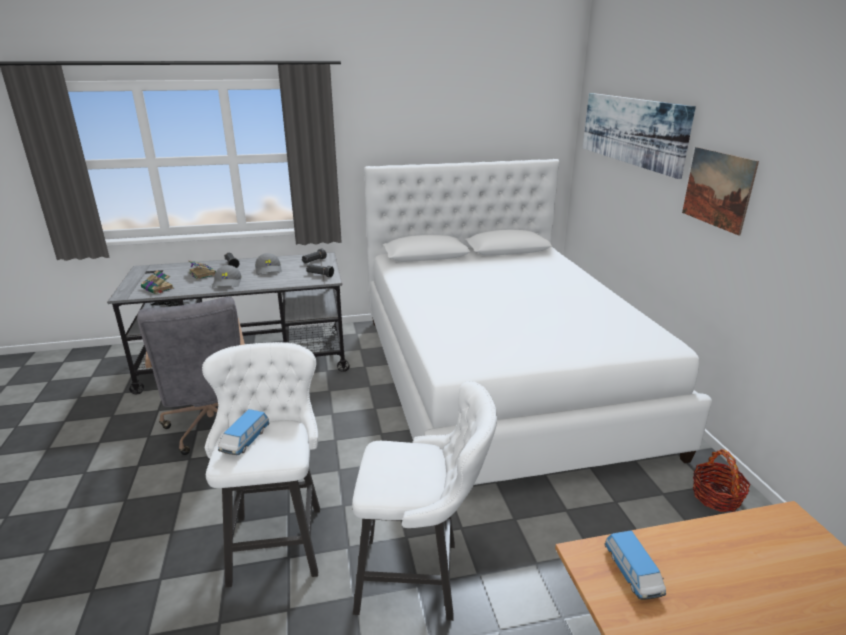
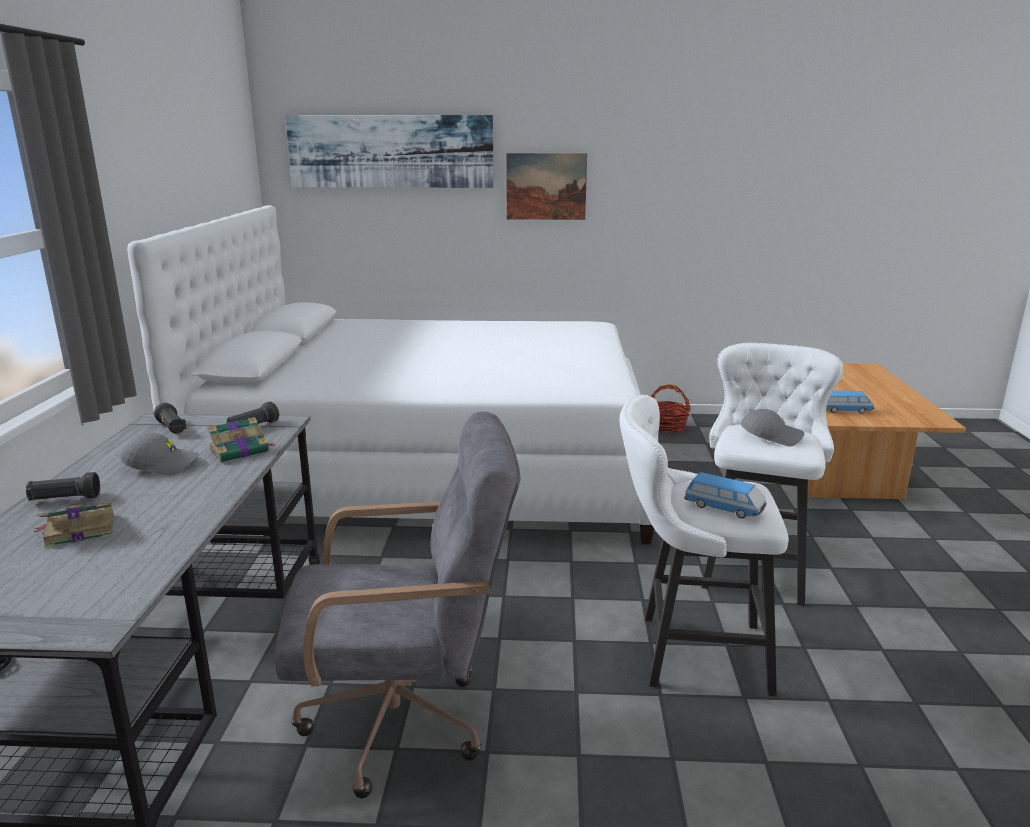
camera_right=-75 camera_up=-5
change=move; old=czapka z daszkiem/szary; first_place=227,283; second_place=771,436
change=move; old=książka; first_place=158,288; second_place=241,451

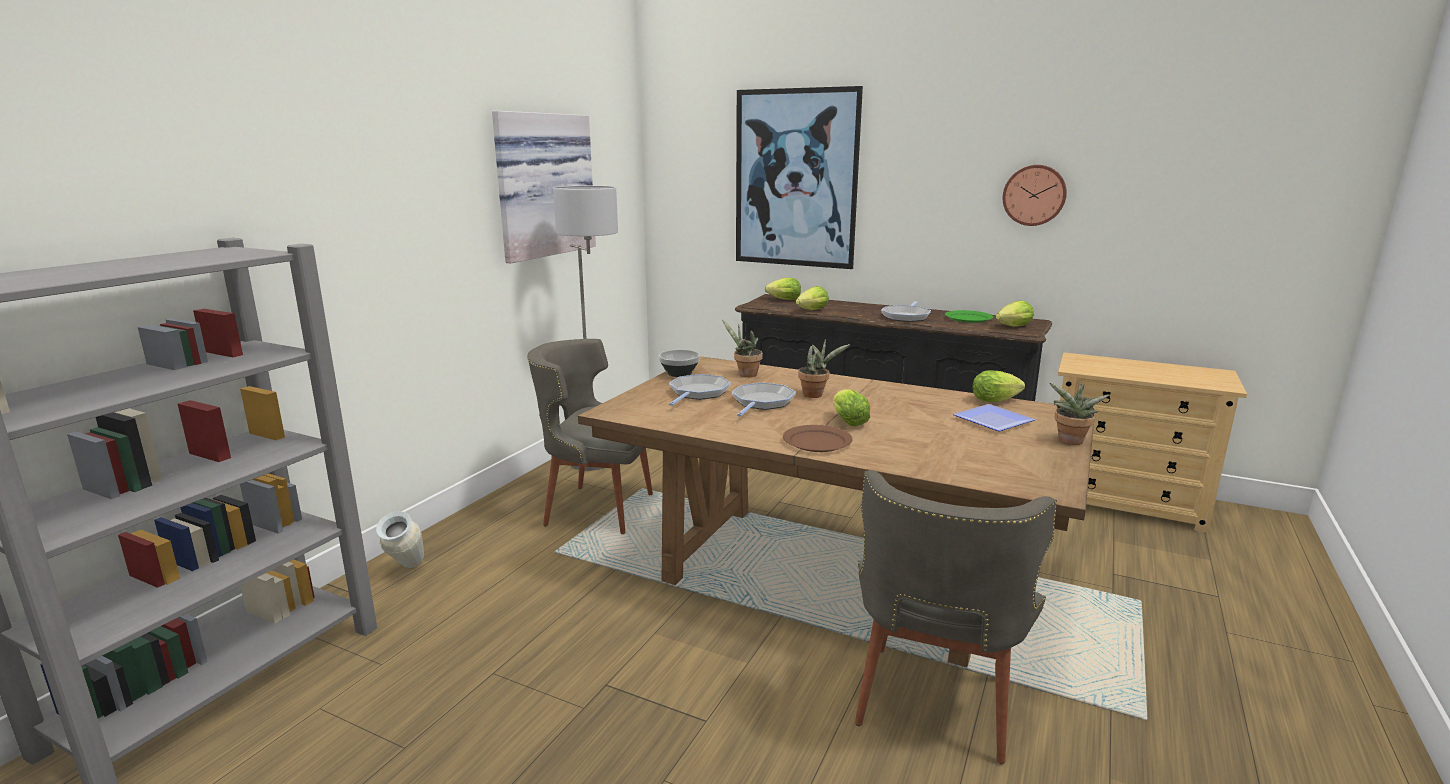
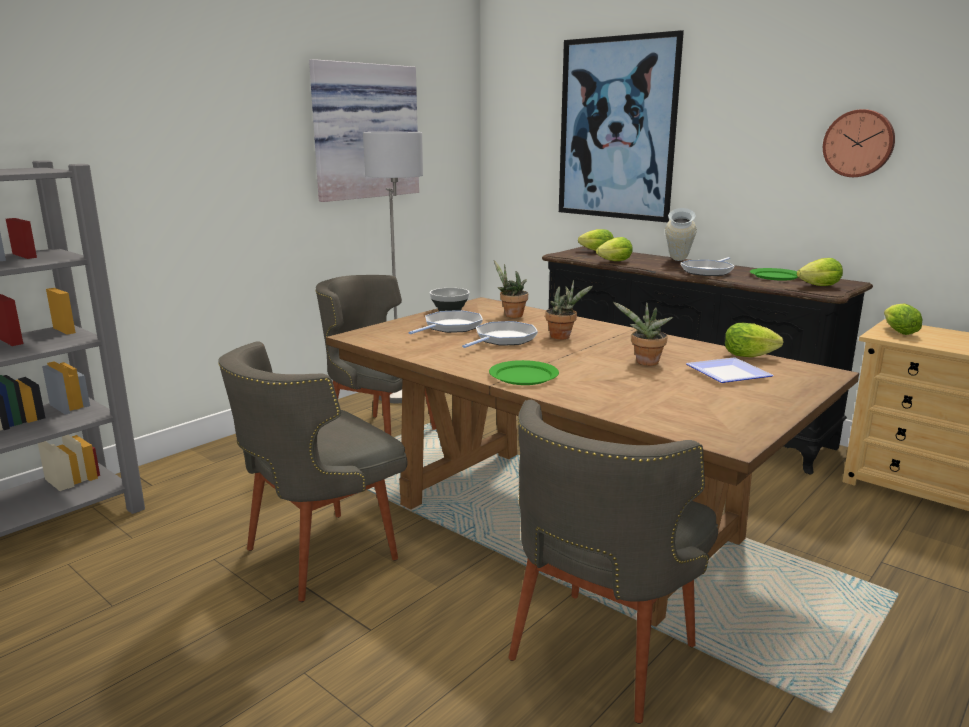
camera_right=15 camera_up=0
change=move; old=roślina doniczkowa; first_place=1069,442; second_place=645,363
change=move; old=sałata; first_place=847,421; second_place=897,331
change=recolor; old=talerz/brązowy; new=talerz/zielony; first_place=817,441; second_place=524,376
change=move; old=wazon; first_place=405,573; second_place=677,262
change=insert; new=krzesło/szary; second_place=323,554

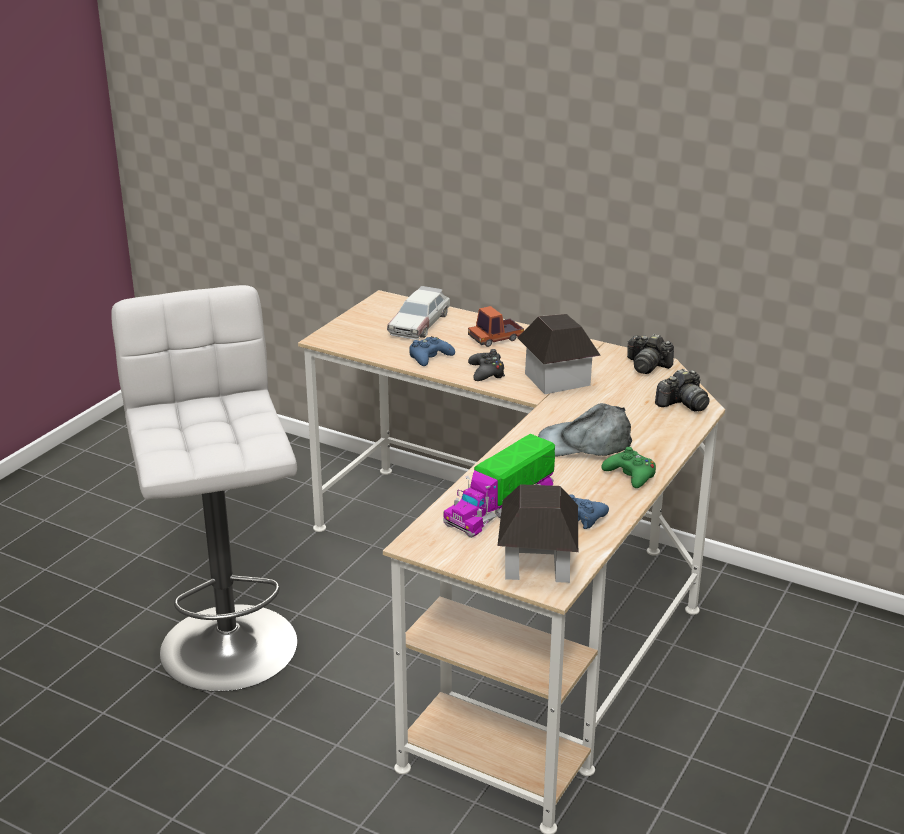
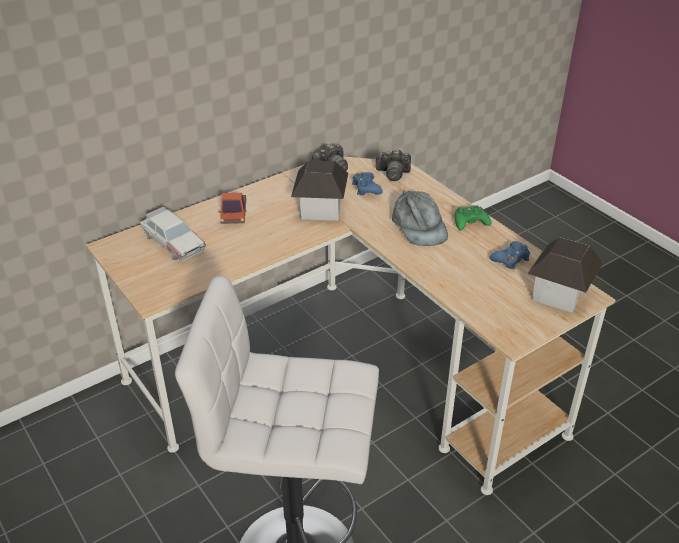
camera_right=-65 camera_up=10
change=move; old=pad do gier/niebieski; first_place=429,357; second_place=366,188
change=delete; old=pad do gier/czarny; first_place=486,372
change=rotate; old=aparat fotograficzny; first_place=683,404; second_place=393,173; degrees=105
change=rotate; old=czapka z daszkiem/szary; first_place=585,443; second_place=419,226; degrees=-45
change=delete; old=ciężarówka zabawkowa; first_place=500,505

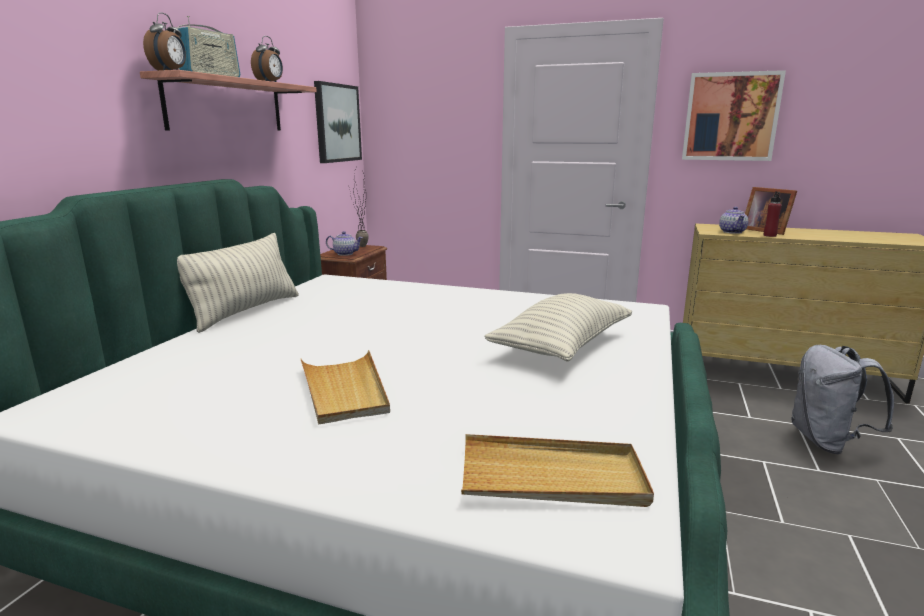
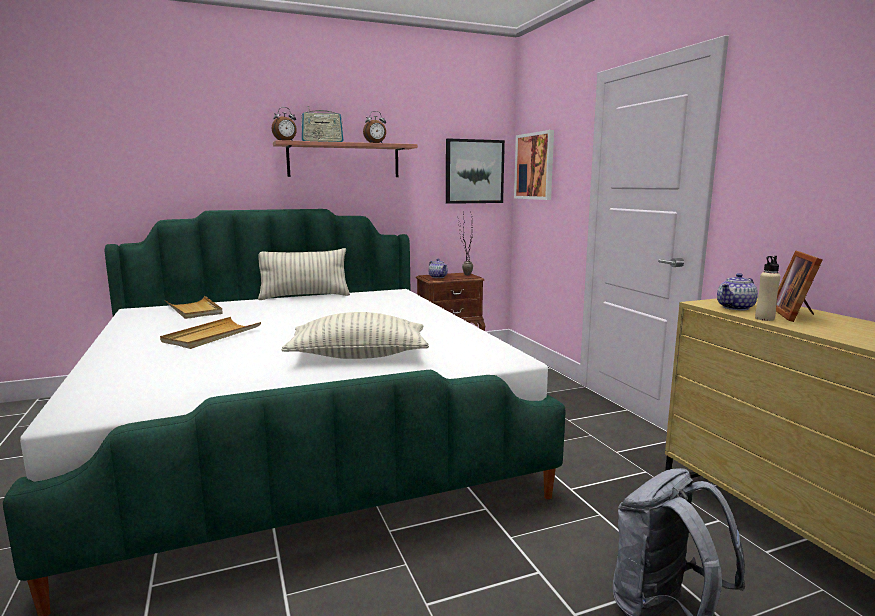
camera_right=50 camera_up=-5
change=move; old=obraz; first_place=730,117; second_place=534,166
change=recolor; old=butelka/czerwony; new=butelka/beżowy; first_place=769,235; second_place=764,318
change=move; old=taca/beżowy; first_place=552,477; second_place=194,310

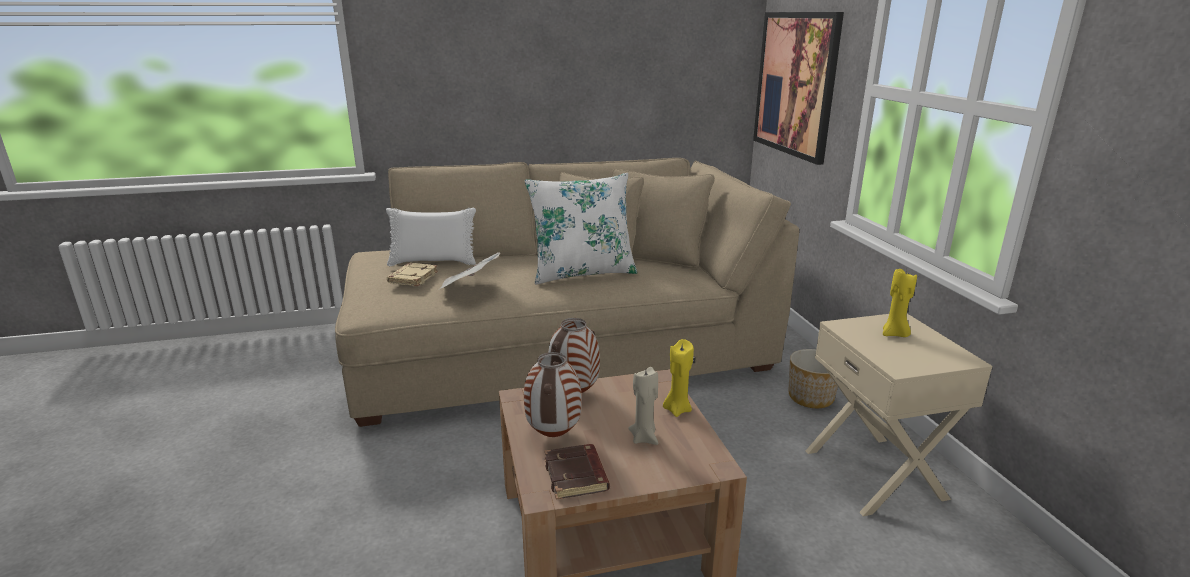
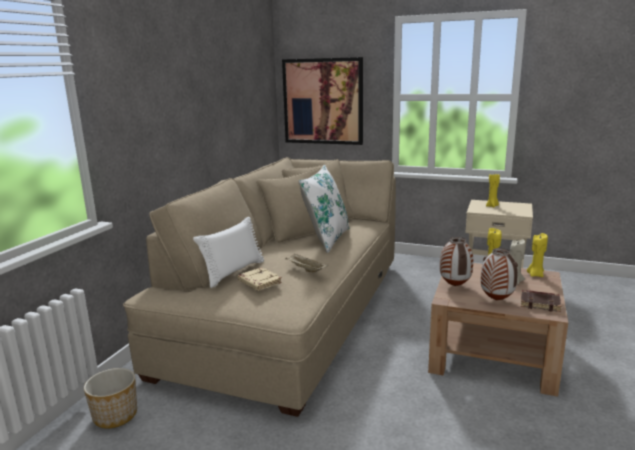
camera_right=-55 camera_up=-5
change=replace; old=gazeta; new=taca/beżowy; first_place=469,287; second_place=305,269
change=move; old=donica; first_place=810,397; second_place=115,415
change=insert; new=świeca/żółty; second_place=535,275

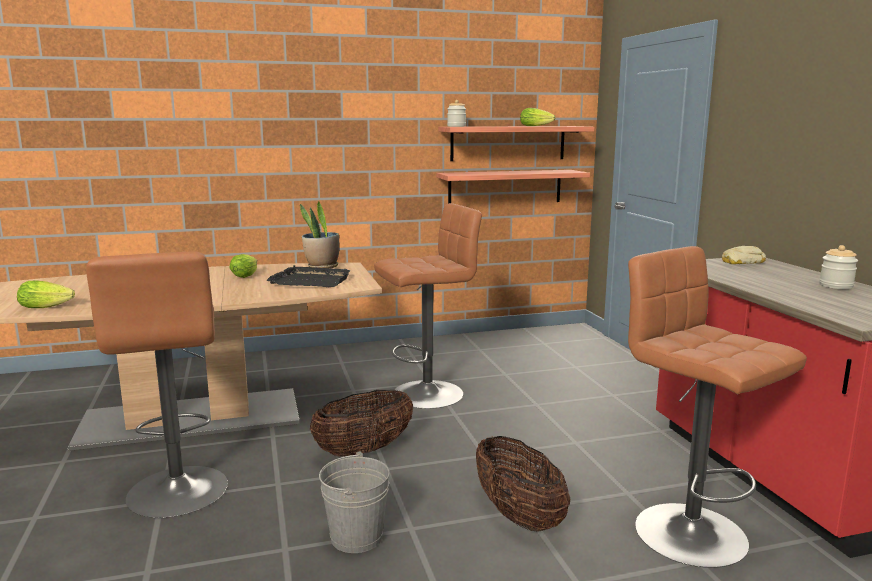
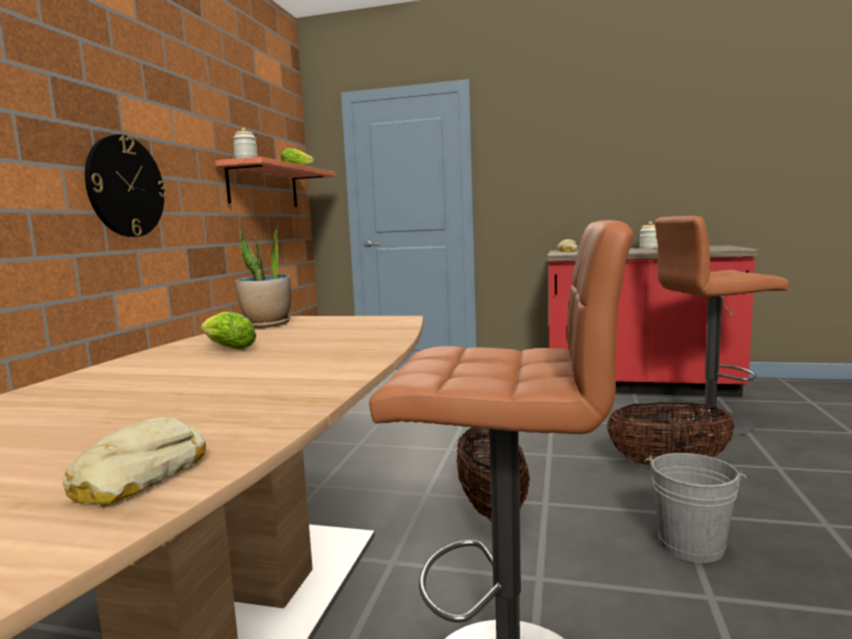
camera_right=-60 camera_up=-5
change=delete; old=półka; first_place=505,187
change=delete; old=stołek/brązowy; first_place=428,394
change=delete; old=taca/czarny; first_place=310,281
change=replace; old=sałata; new=chleb; first_place=48,306; second_place=137,476
change=insert; new=zegar ścienny; second_place=125,186

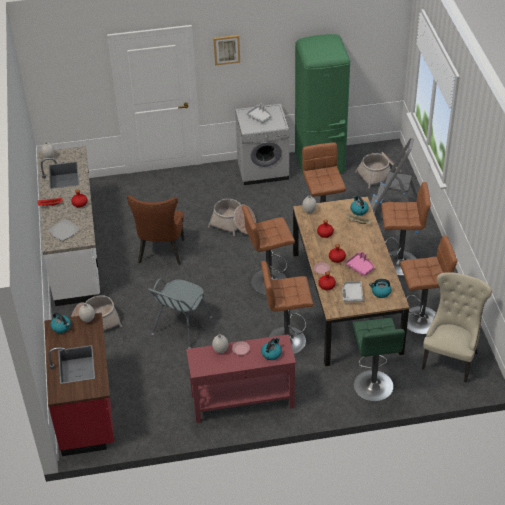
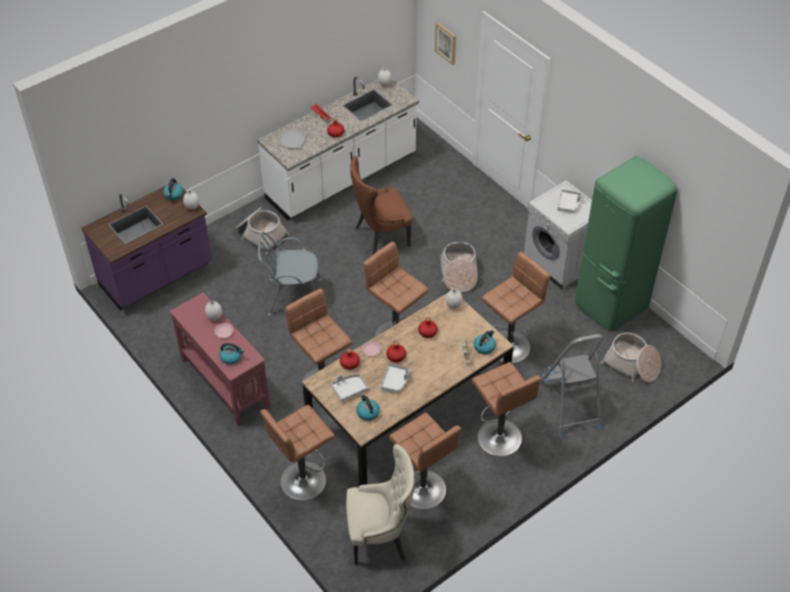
camera_right=60 camera_up=5
change=move; old=obraz; first_place=226,49; second_place=446,43
change=recolor; old=taca/różowy; new=taca/szary; first_place=360,267; second_place=395,381
change=recolor; old=zabudowa kuchenna/czerwony; new=zabudowa kuchenna/fioletowy; first_place=87,409; second_place=157,276
change=recolor; old=stołek/zielony; new=stołek/brązowy; first_place=373,386; second_place=302,480

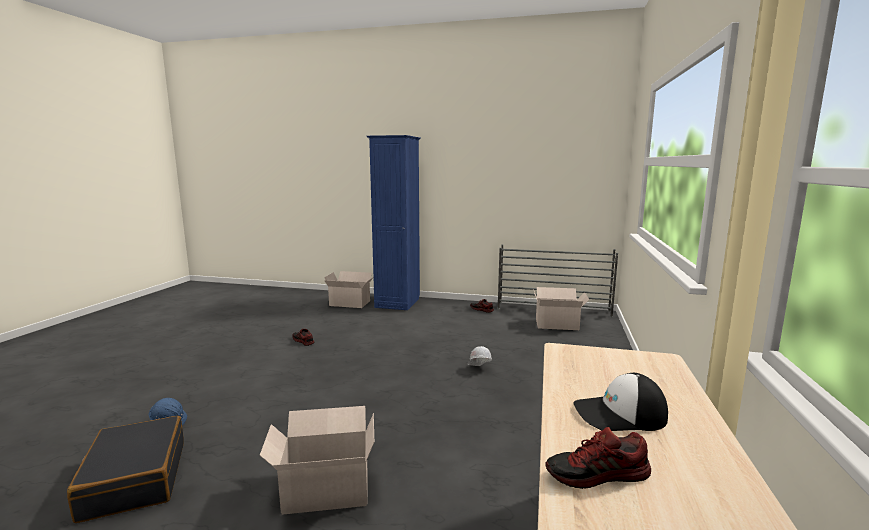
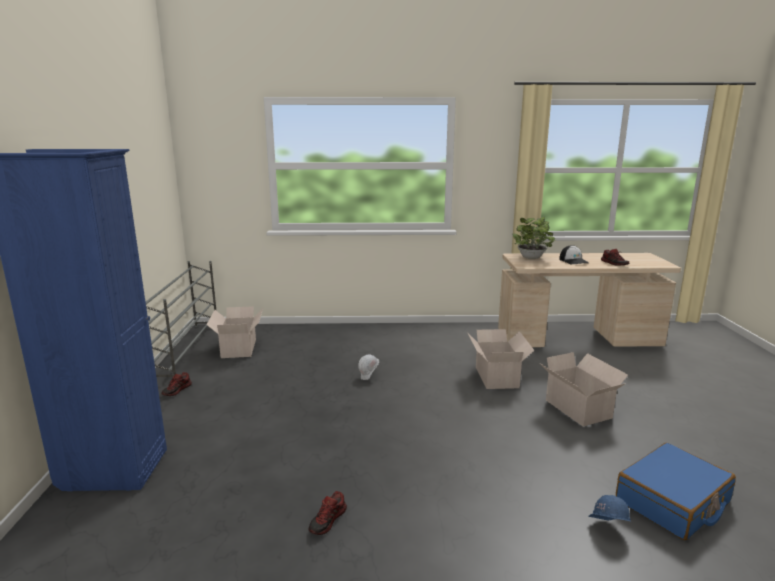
camera_right=-105 camera_up=5
change=move; old=karton; first_place=351,303; second_place=496,376
change=recolor; old=walizka/czarny; new=walizka/niebieski; first_place=134,479; second_place=672,502
change=insert; new=roślina doniczkowa; second_place=532,258

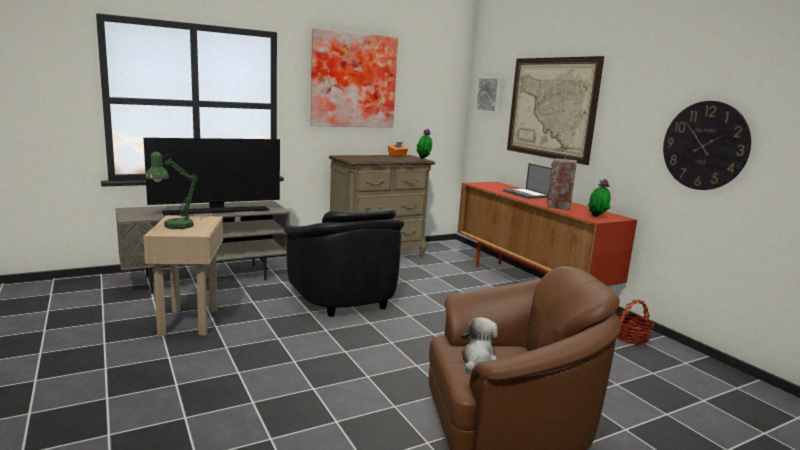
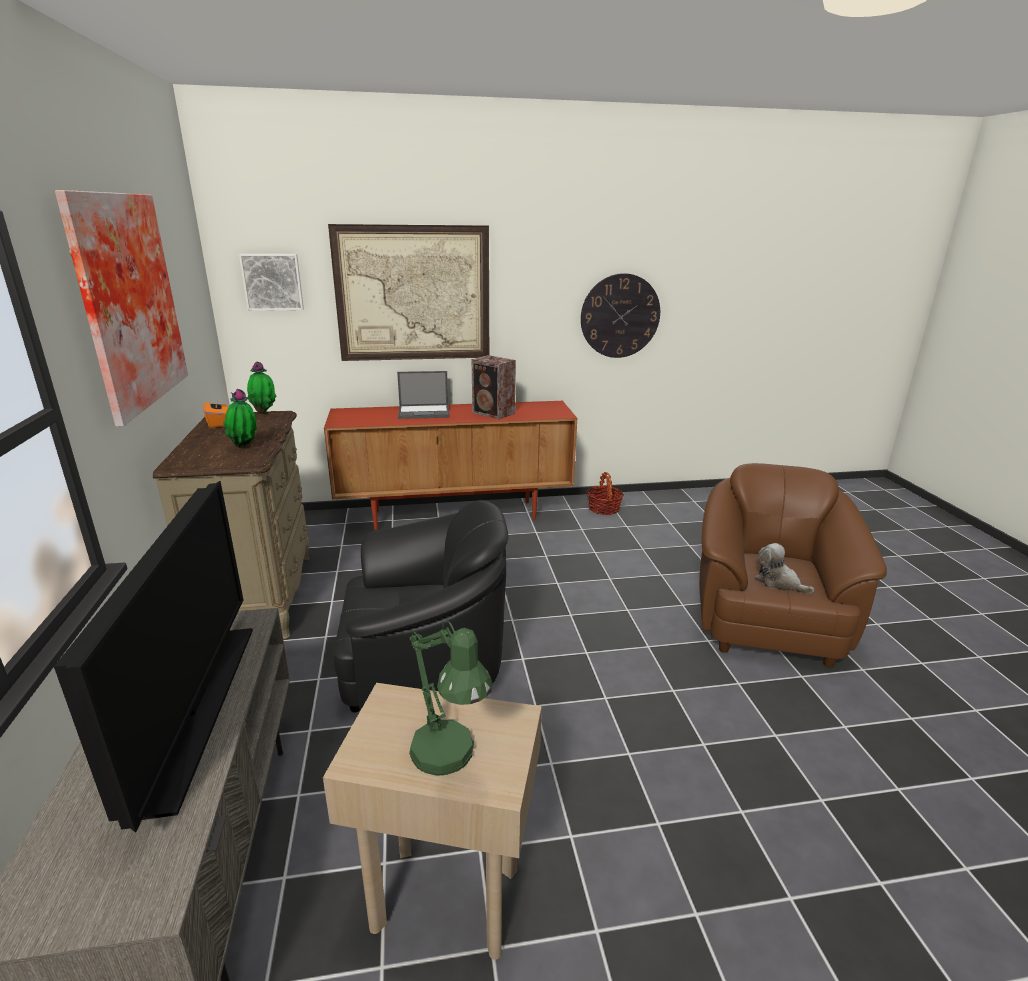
camera_right=-70 camera_up=10
change=move; old=roślina doniczkowa; first_place=597,217; second_place=245,447

